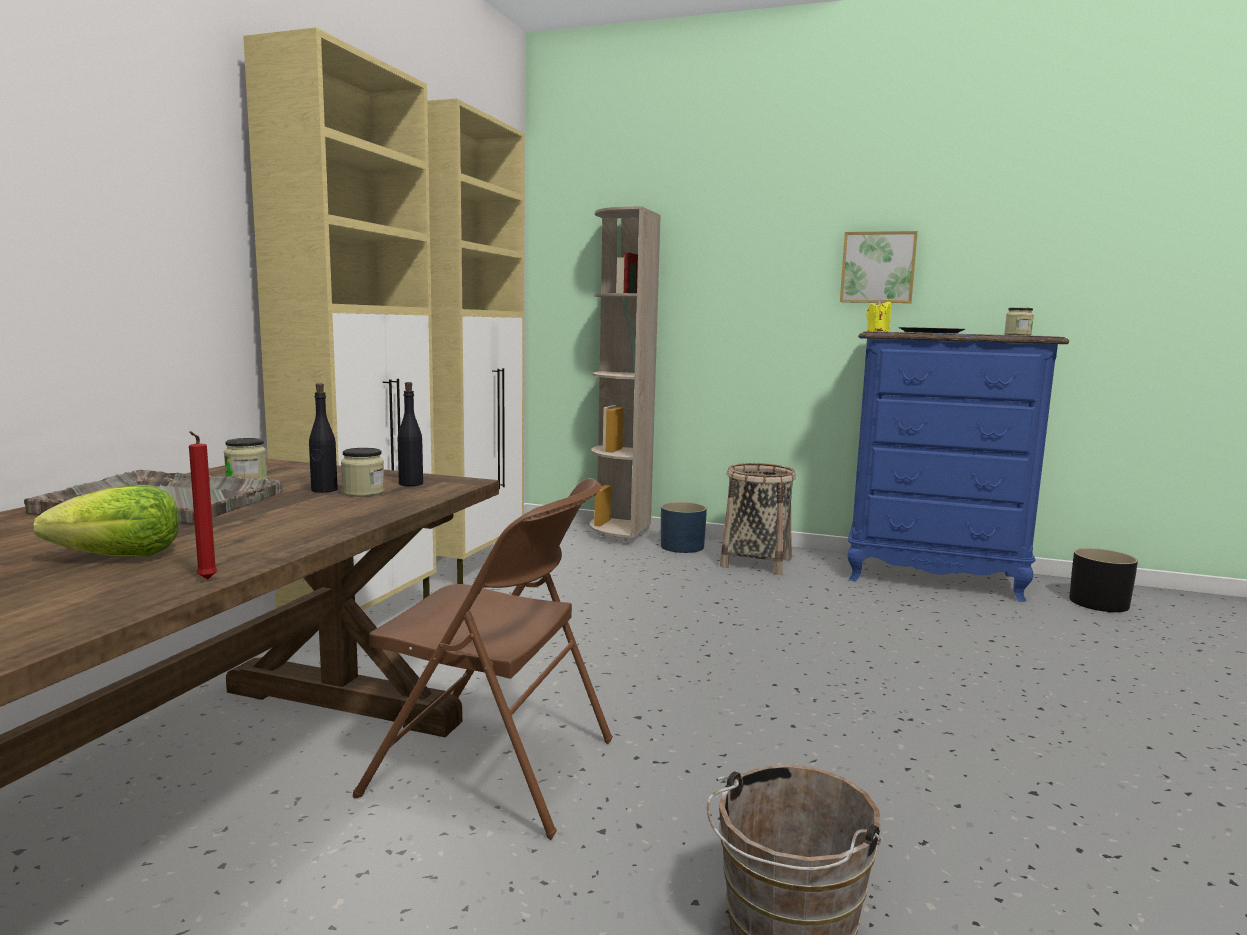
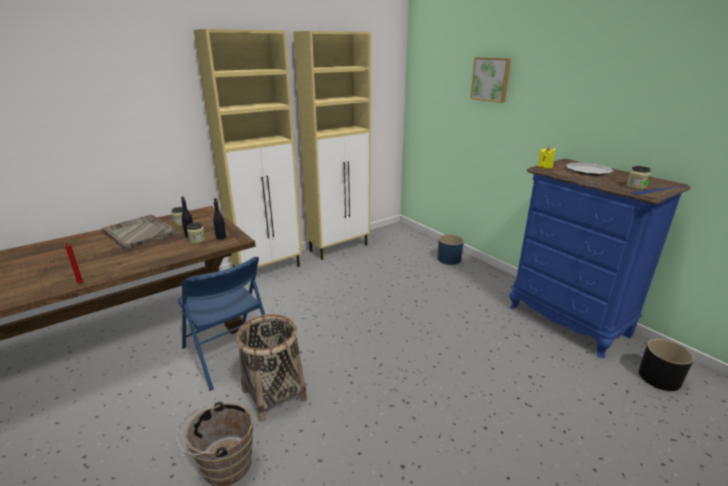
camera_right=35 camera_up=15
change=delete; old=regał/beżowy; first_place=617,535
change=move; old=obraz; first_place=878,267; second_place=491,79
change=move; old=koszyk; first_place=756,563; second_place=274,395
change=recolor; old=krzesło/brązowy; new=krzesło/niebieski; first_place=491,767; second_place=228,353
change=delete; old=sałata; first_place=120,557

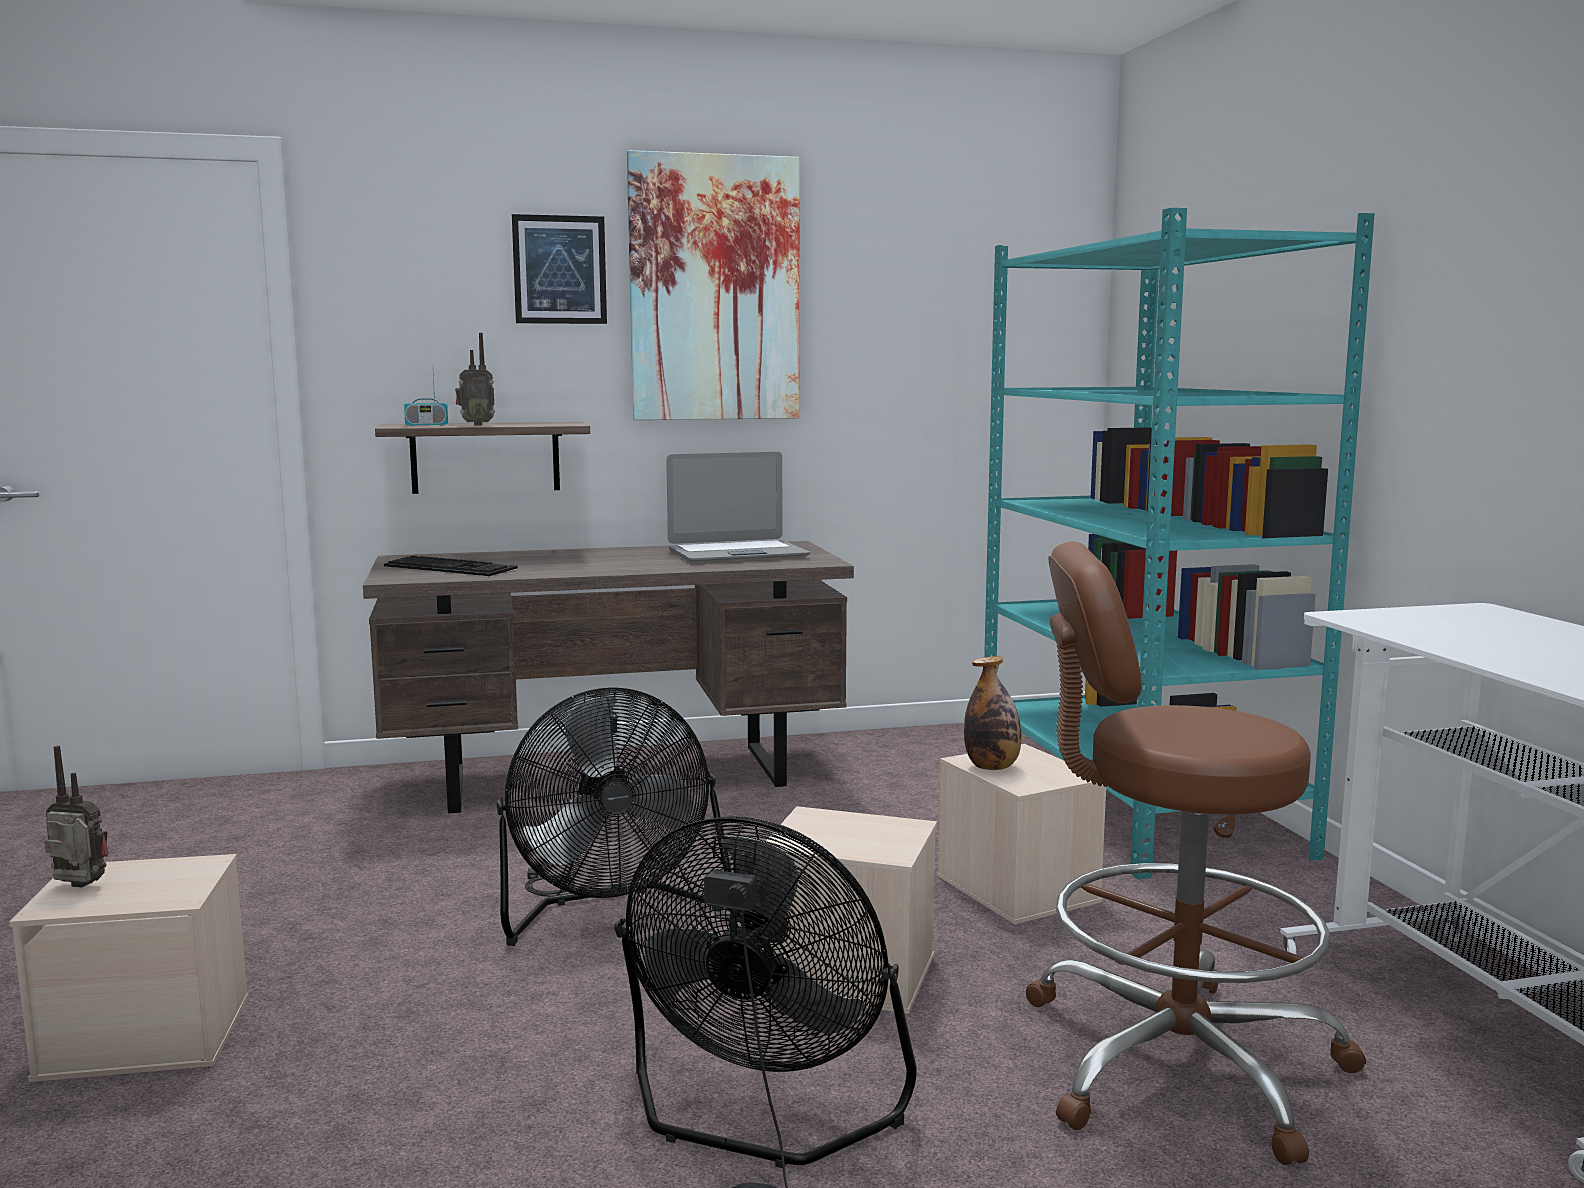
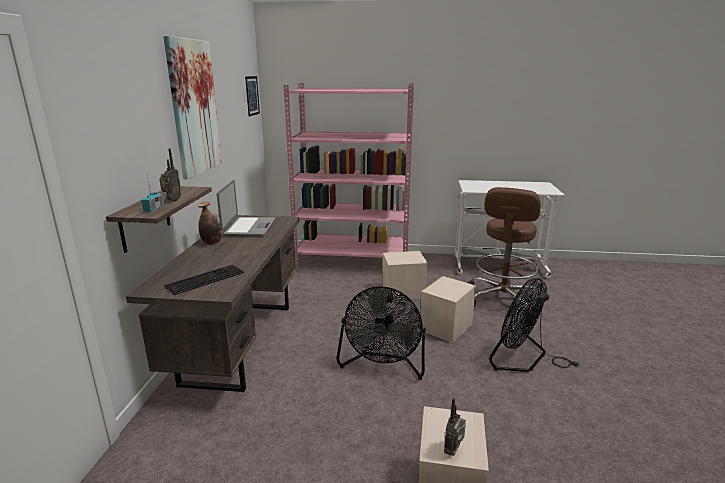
camera_right=-70 camera_up=10
change=recolor; old=regał/turkusowy; new=regał/różowy; first_place=1133,802; second_place=353,262
change=move; old=obraz; first_place=559,270; second_place=252,95
change=move; old=butelka; first_place=992,767; second_place=212,243
change=rotate; old=wentylator/czarny; first_place=600,910; second_place=380,363; degrees=105

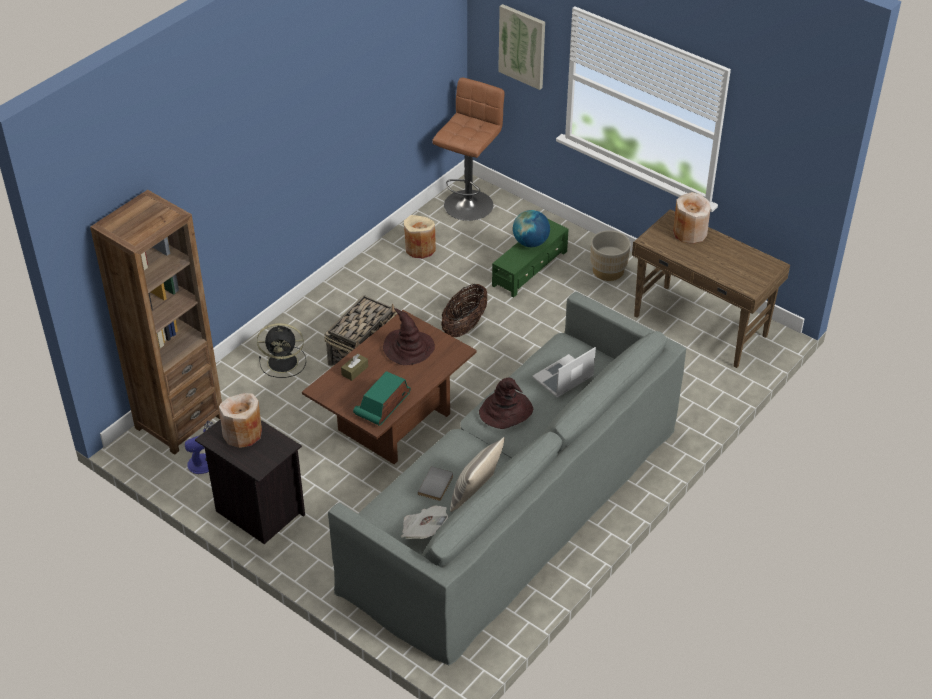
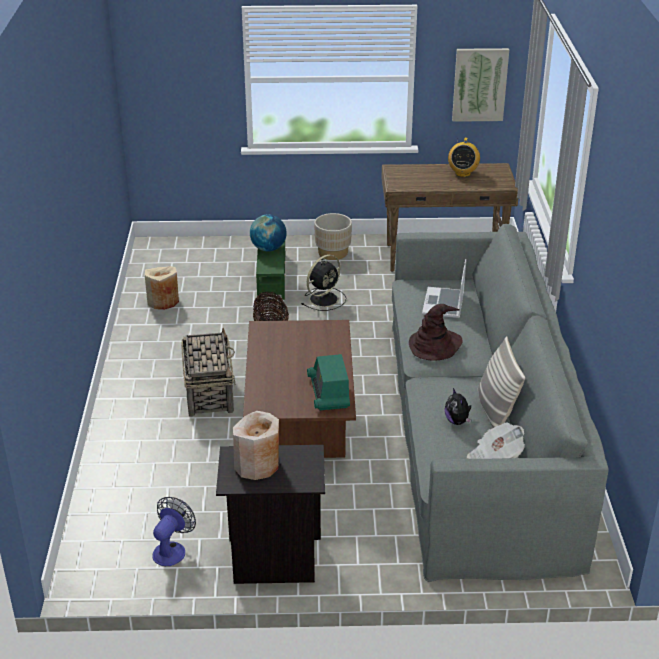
camera_right=-40 camera_up=-10
change=move; old=obraz; first_place=522,46; second_place=479,84
change=delete; old=stołek/brązowy; first_place=469,205
change=delete; old=regał/brązowy; first_place=179,421
change=delete; old=wazon/beżowy; first_place=689,233
change=delete; old=kapelusz/brązowy; first_place=408,348
change=move; old=wentylator/czarny; first_place=284,362; second_place=324,299
change=delete; old=pudełko chusteczek/brązowy; first_place=355,371
change=replace; old=książka/szary; new=pluszak; first_place=437,485; second_place=457,421
change=insert; new=radio; second_place=462,173

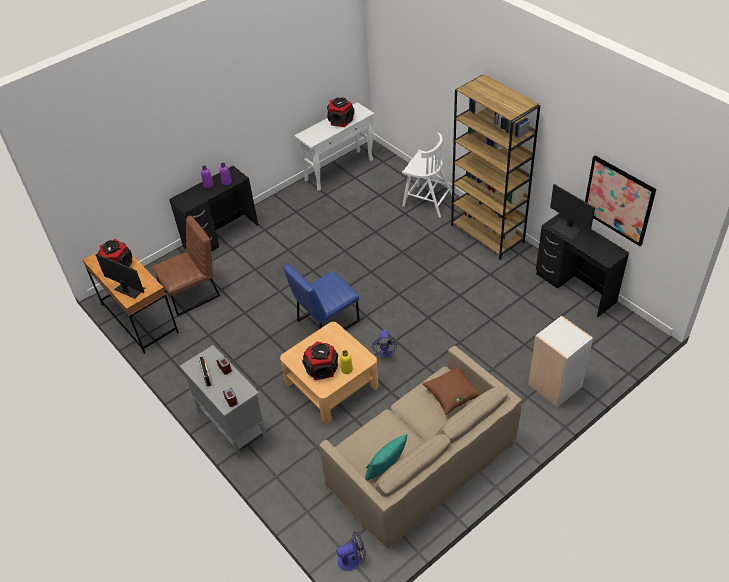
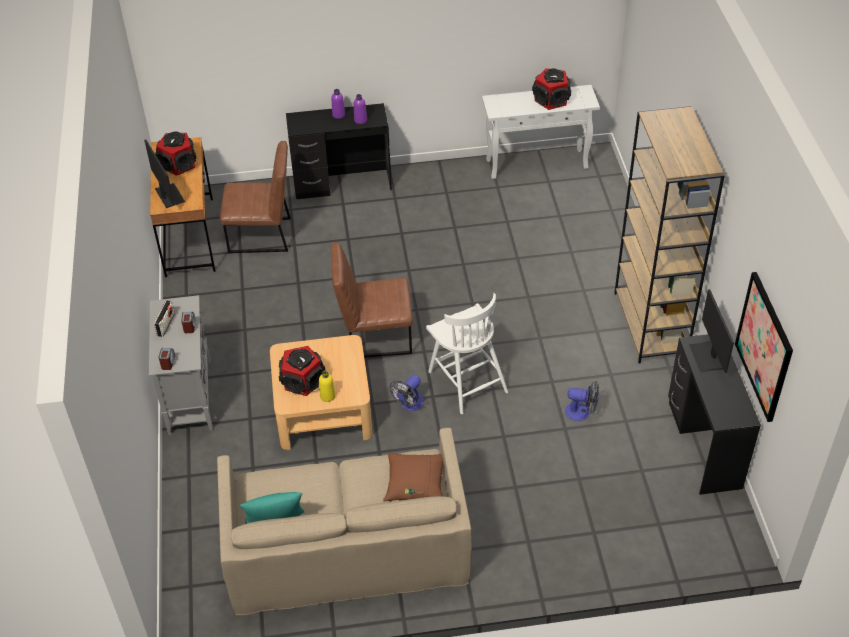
camera_right=30 camera_up=0
change=move; old=krzesło/biały; first_place=427,201; second_place=466,380
change=recolor; old=krzesło/niebieski; new=krzesło/brązowy; first_place=326,321; second_place=375,336
change=delete; old=regał; first_place=554,385
change=move; old=wentylator; first_place=352,559; second_place=582,412

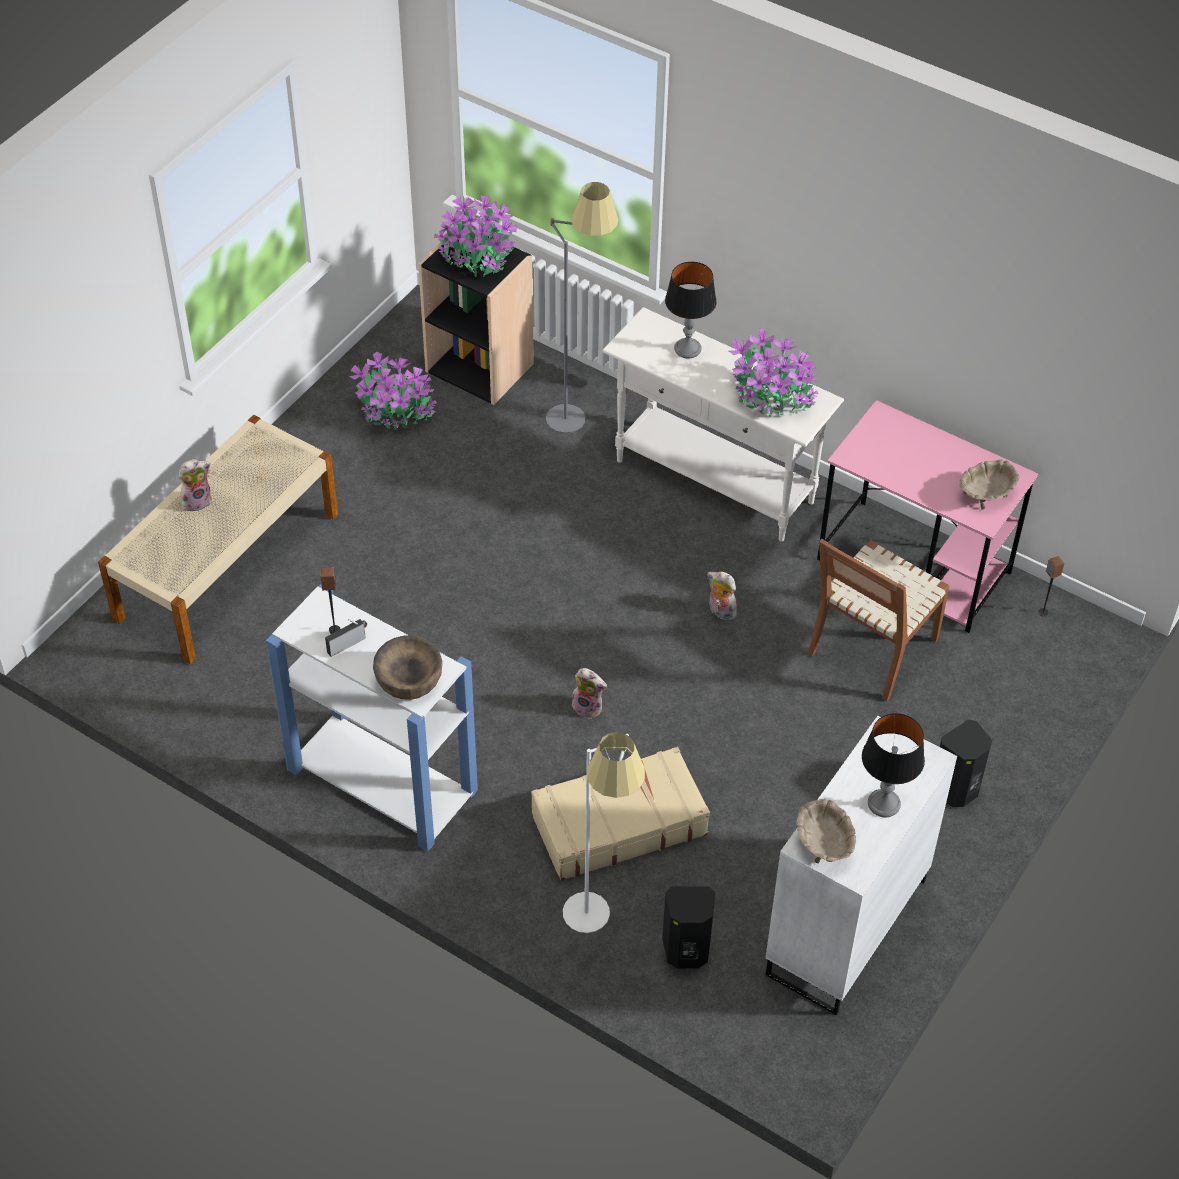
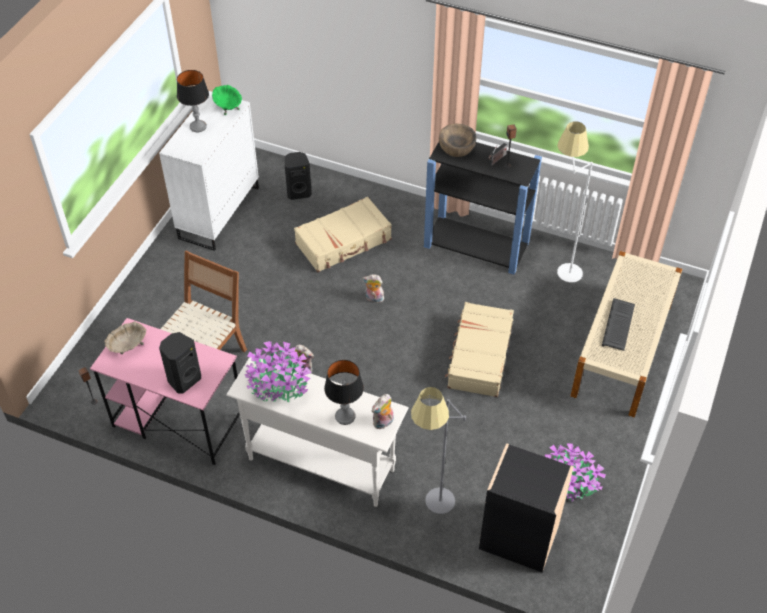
camera_right=170 camera_up=0
change=delete; old=roślina doniczkowa; first_place=478,257
change=move; old=pluszak; first_place=197,500; second_place=383,423
change=recolor; old=regał/biały; new=regał/czarny; first_place=381,779; second_place=477,245
change=move; old=głośnik/czarny; first_place=956,790; second_place=183,379
change=move; old=lampa stojąca/biały; first_place=600,927; second_place=559,267
change=recolor; old=miska/beżowy; new=miska/zielony; first_place=824,844; second_place=227,107
change=insert; new=klawiatura; second_place=618,326
change=insert; new=walizka/beżowy; second_place=479,356

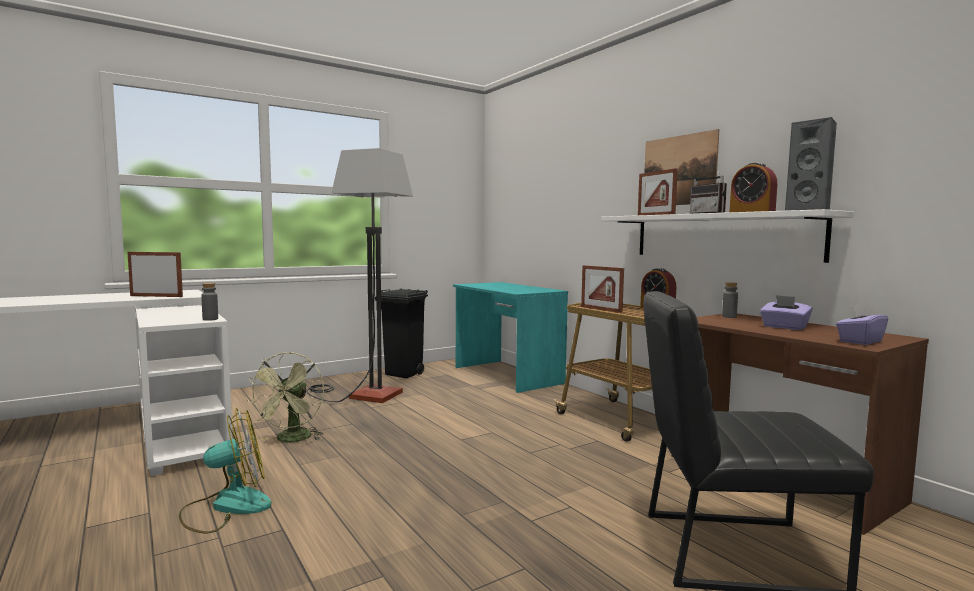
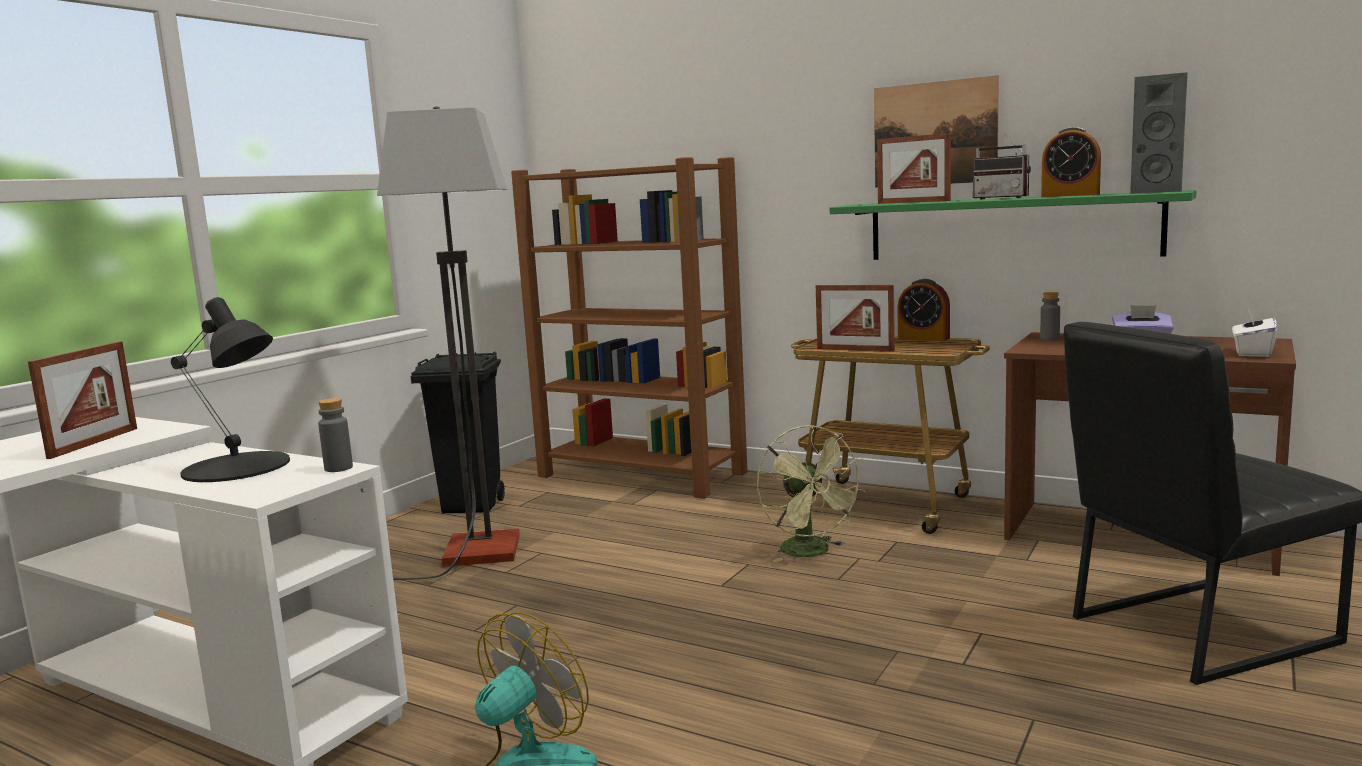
camera_right=-25 camera_up=5
change=recolor; old=półka/biały; new=półka/zielony; first_place=721,236; second_place=1009,228
change=rotate; old=ramka na zdjęcie; first_place=156,296; second_place=94,443; degrees=120
change=replace; old=biurko/turkusowy; new=regał/brązowy; first_place=506,375; second_place=641,474
change=recolor; old=pudełko chusteczek/fioletowy; new=pudełko chusteczek/biały; first_place=860,341; second_place=1252,353
change=move; old=wentylator/zielony; first_place=291,440; second_place=812,553
change=insert; new=lampa stołowa/czarny; second_place=237,467

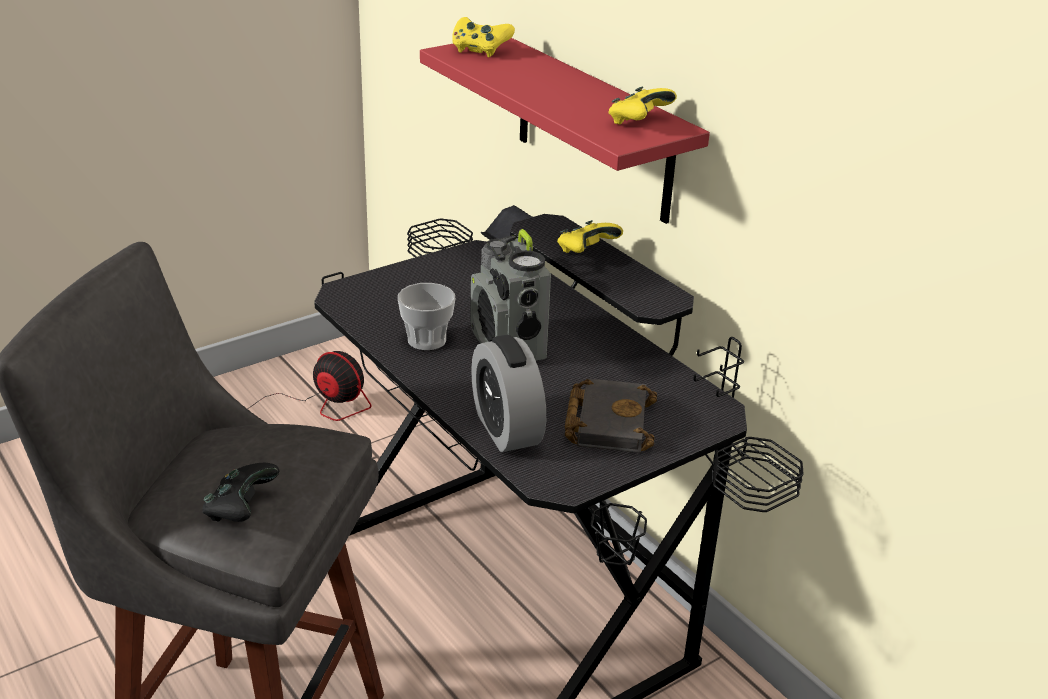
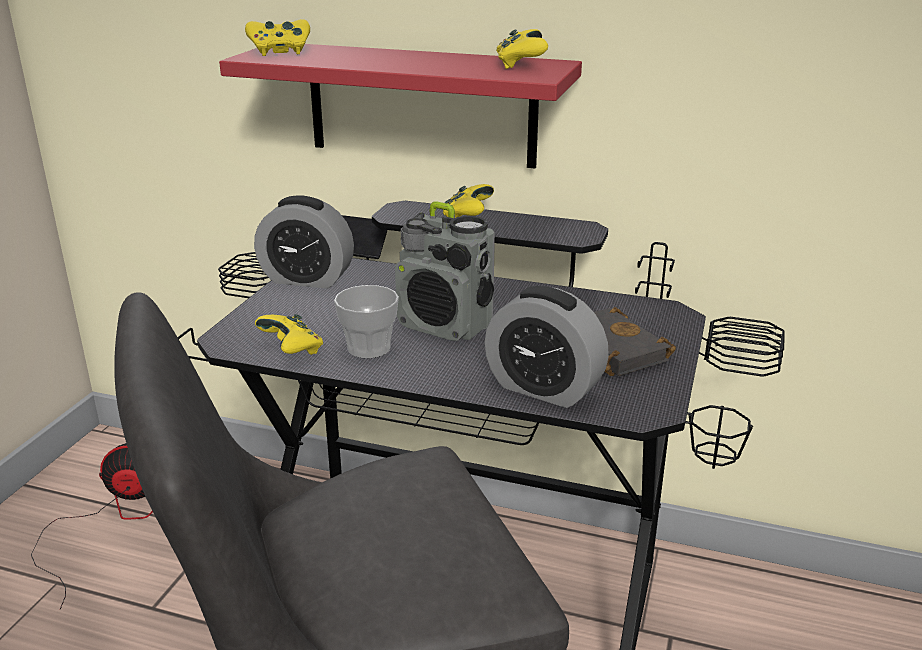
camera_right=-35 camera_up=-5
change=delete; old=pad do gier/czarny; first_place=241,509
change=insert; new=budzik; second_place=307,279
change=insert; new=pad do gier/żółty; second_place=292,350

